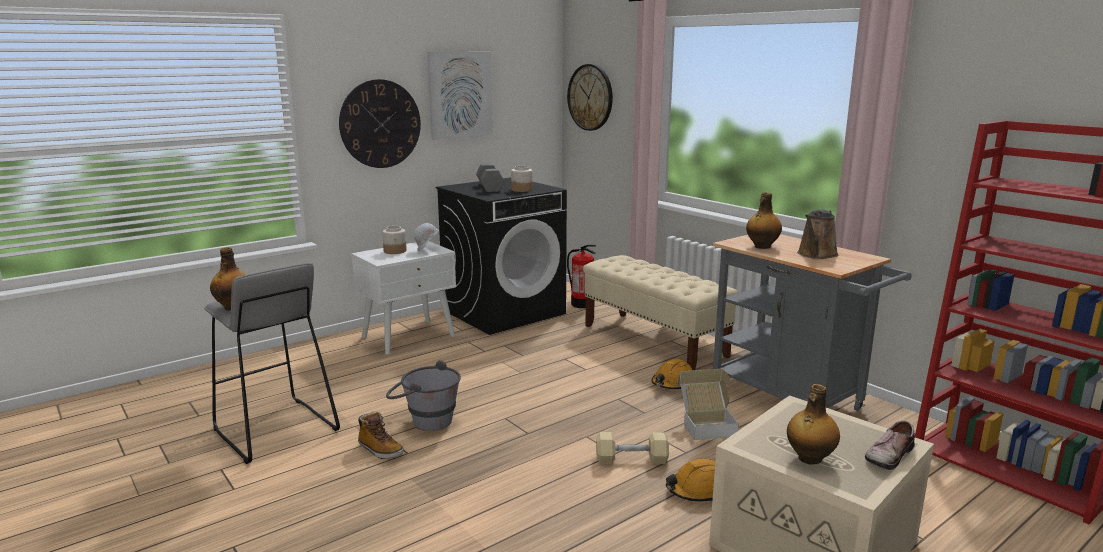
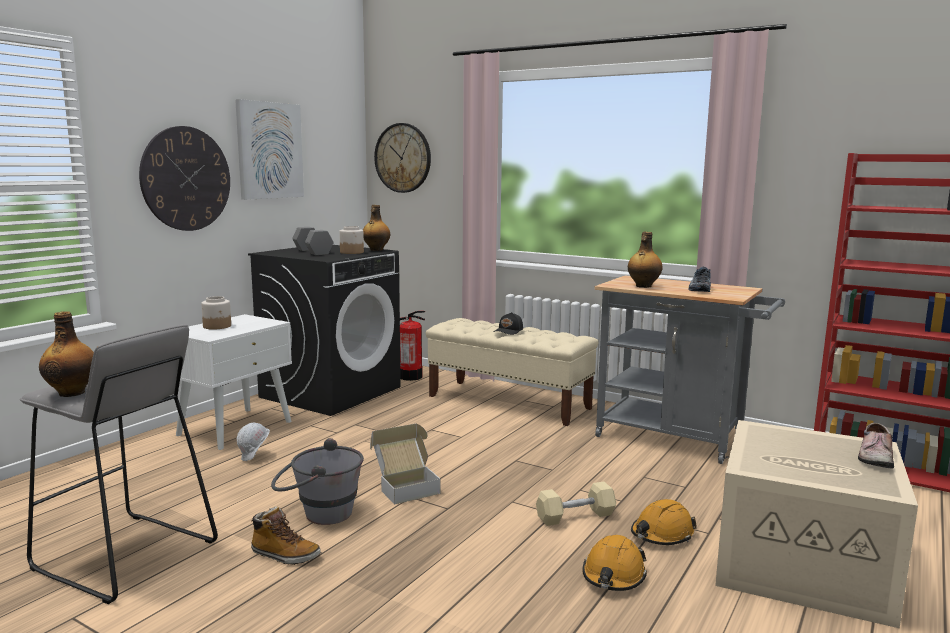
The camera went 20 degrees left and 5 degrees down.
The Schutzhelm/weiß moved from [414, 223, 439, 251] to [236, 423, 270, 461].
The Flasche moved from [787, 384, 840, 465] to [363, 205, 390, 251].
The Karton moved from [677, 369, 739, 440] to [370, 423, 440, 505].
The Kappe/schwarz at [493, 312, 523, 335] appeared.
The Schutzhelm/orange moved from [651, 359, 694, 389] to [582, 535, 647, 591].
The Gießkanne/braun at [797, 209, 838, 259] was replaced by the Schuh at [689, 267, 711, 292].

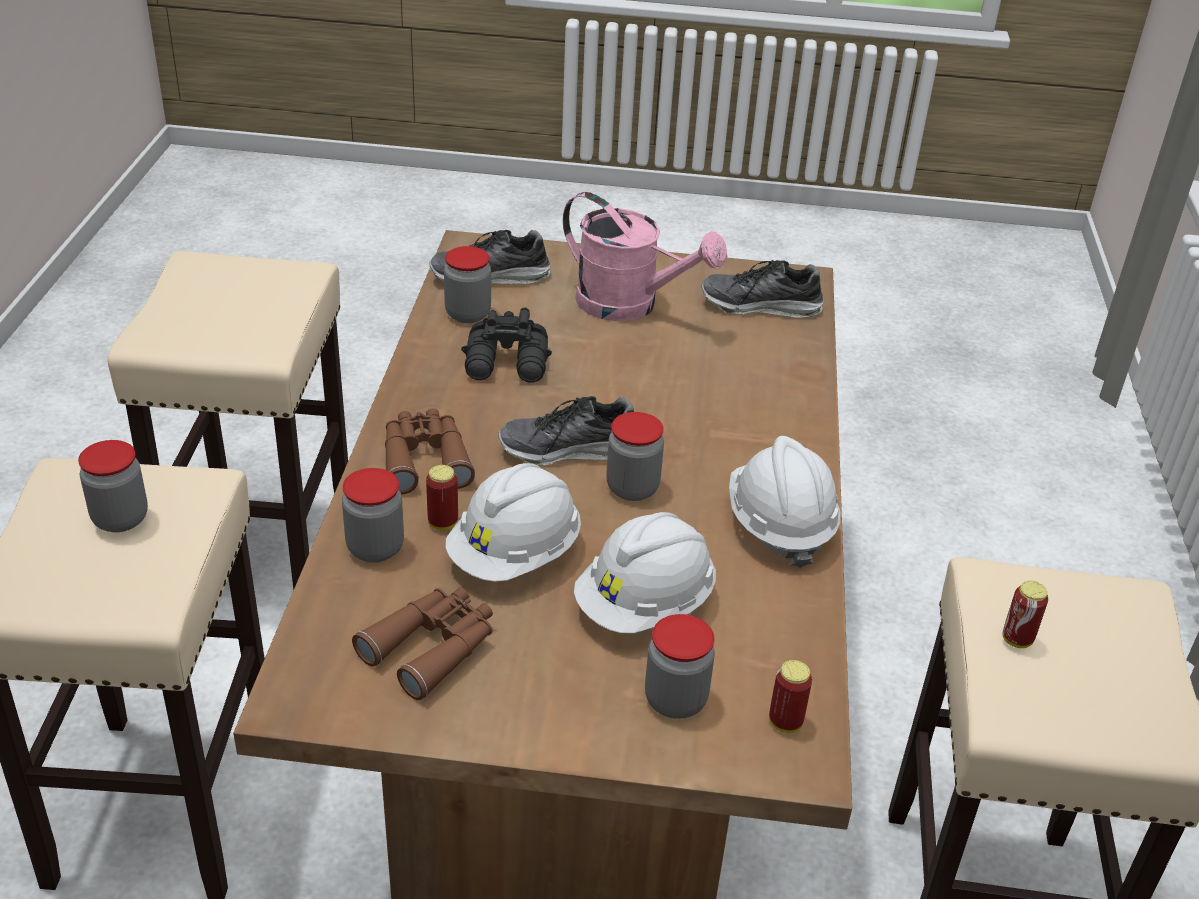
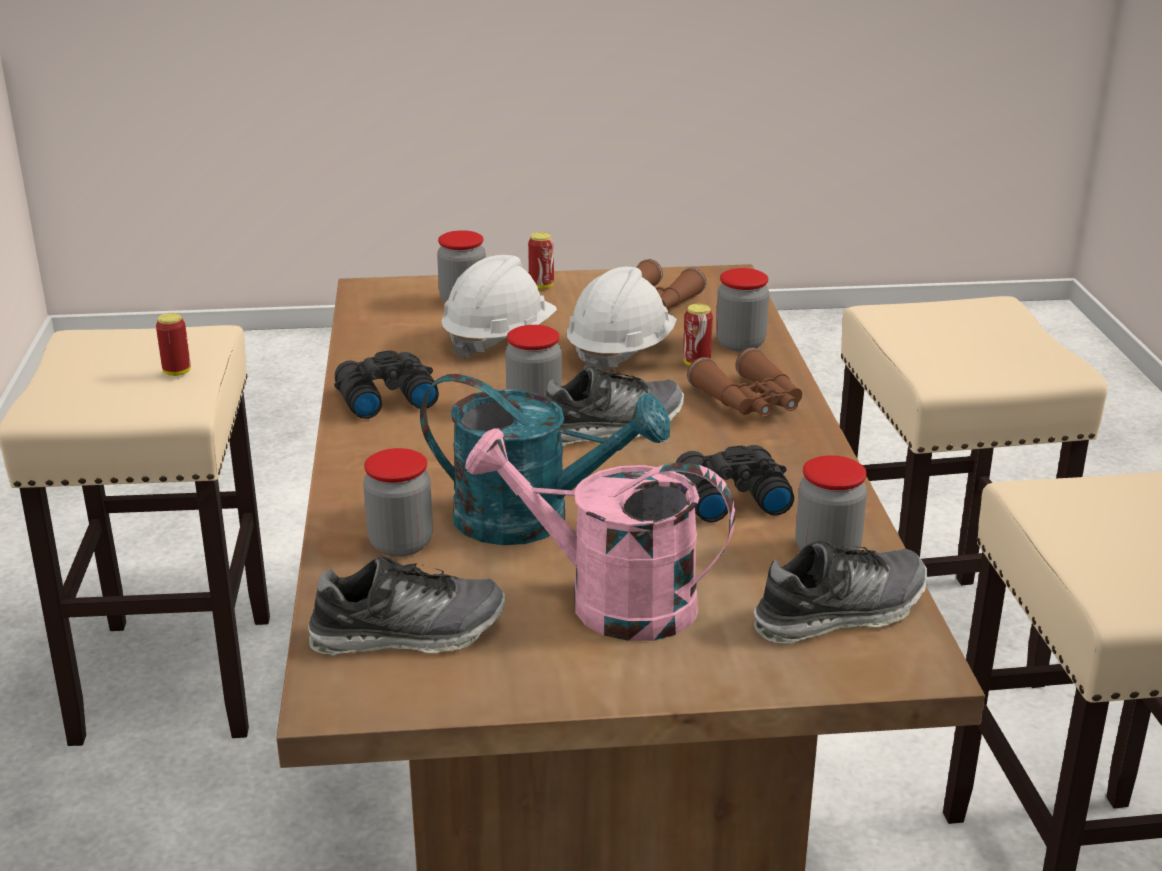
The camera went 170 degrees right and 10 degrees down.
The Schutzhelm/weiß at [729, 436, 840, 568] was replaced by the Fernglas/schwarz at [334, 350, 439, 419].
The Vorratsglas moved from [78, 440, 148, 532] to [363, 448, 433, 557].
The Gießkanne/türkis at [420, 374, 670, 545] appeared.
The Dose moved from [769, 660, 812, 733] to [528, 232, 554, 289].

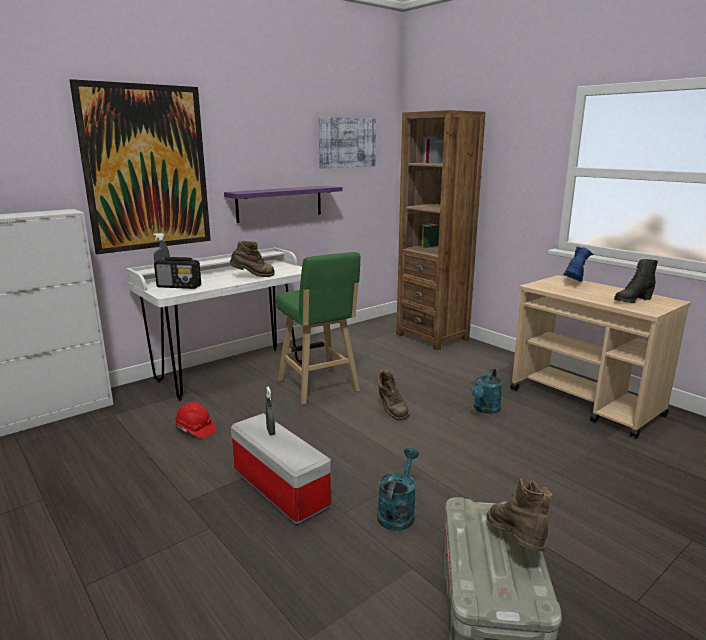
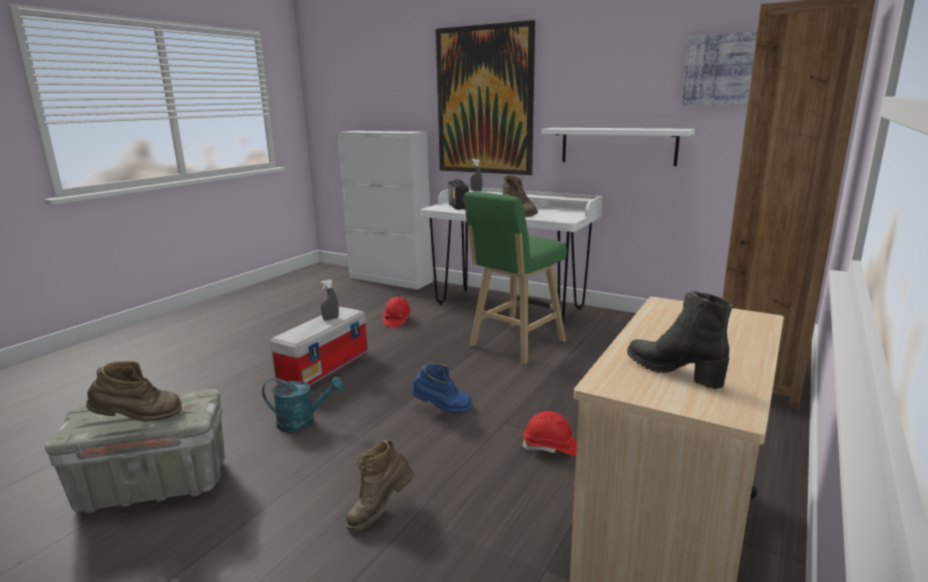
The camera went 70 degrees right and 0 degrees up.
The Stiefel/braun moved from [377, 370, 410, 420] to [346, 440, 414, 531].
The Stiefel/blau moved from [563, 246, 594, 282] to [411, 363, 472, 413].
The Gießkanne/türkis at [471, 369, 502, 414] was replaced by the Schutzhelm/rot at [522, 411, 577, 456].
The Wandregal/lila at [224, 185, 343, 223] became the Wandregal/weiß at [541, 128, 695, 166].

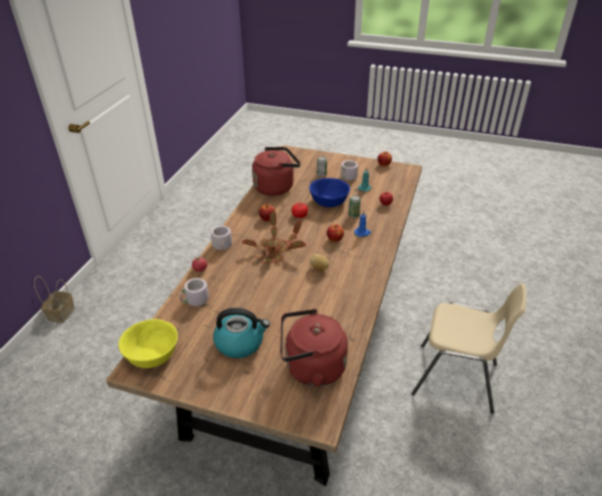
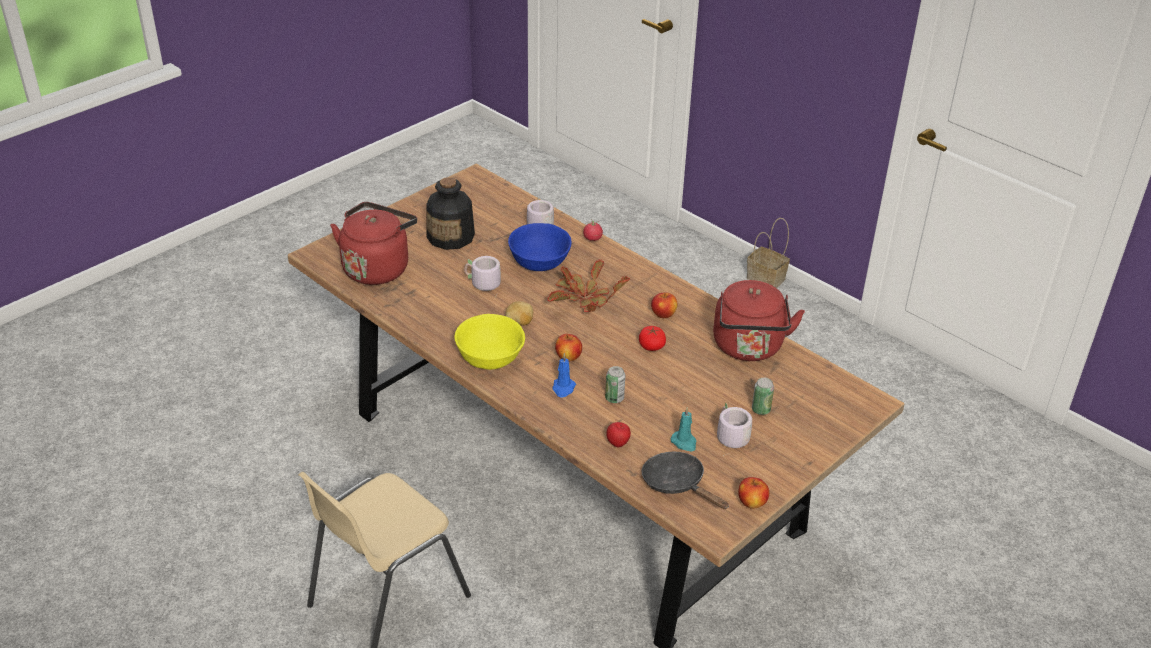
The camera went 115 degrees right and 0 degrees up.
The Wasserkessel at [213, 308, 270, 358] was replaced by the Flasche at [427, 177, 475, 250].
The Schüssel/gelb moved from [119, 319, 178, 368] to [454, 314, 525, 370].
The Henkelbecher/grau moved from [211, 226, 234, 250] to [464, 256, 501, 291].
The Schüssel/blau moved from [309, 178, 350, 207] to [508, 223, 571, 271].
The Pfanne/schwarz at [642, 452, 729, 509] appeared.

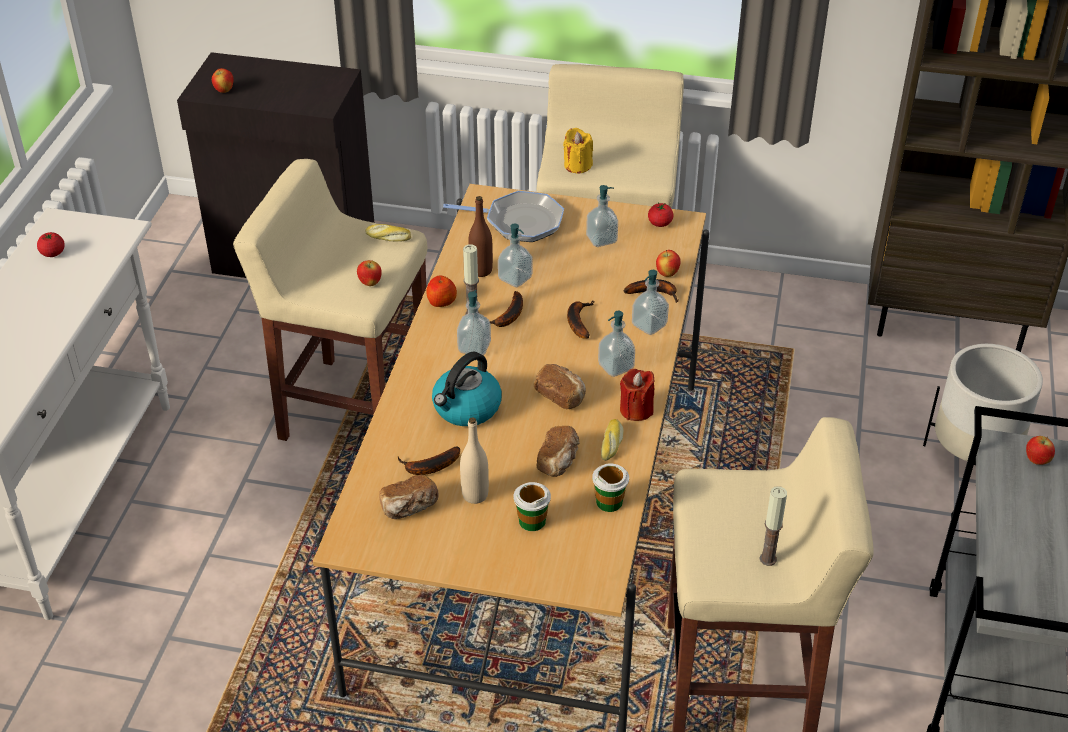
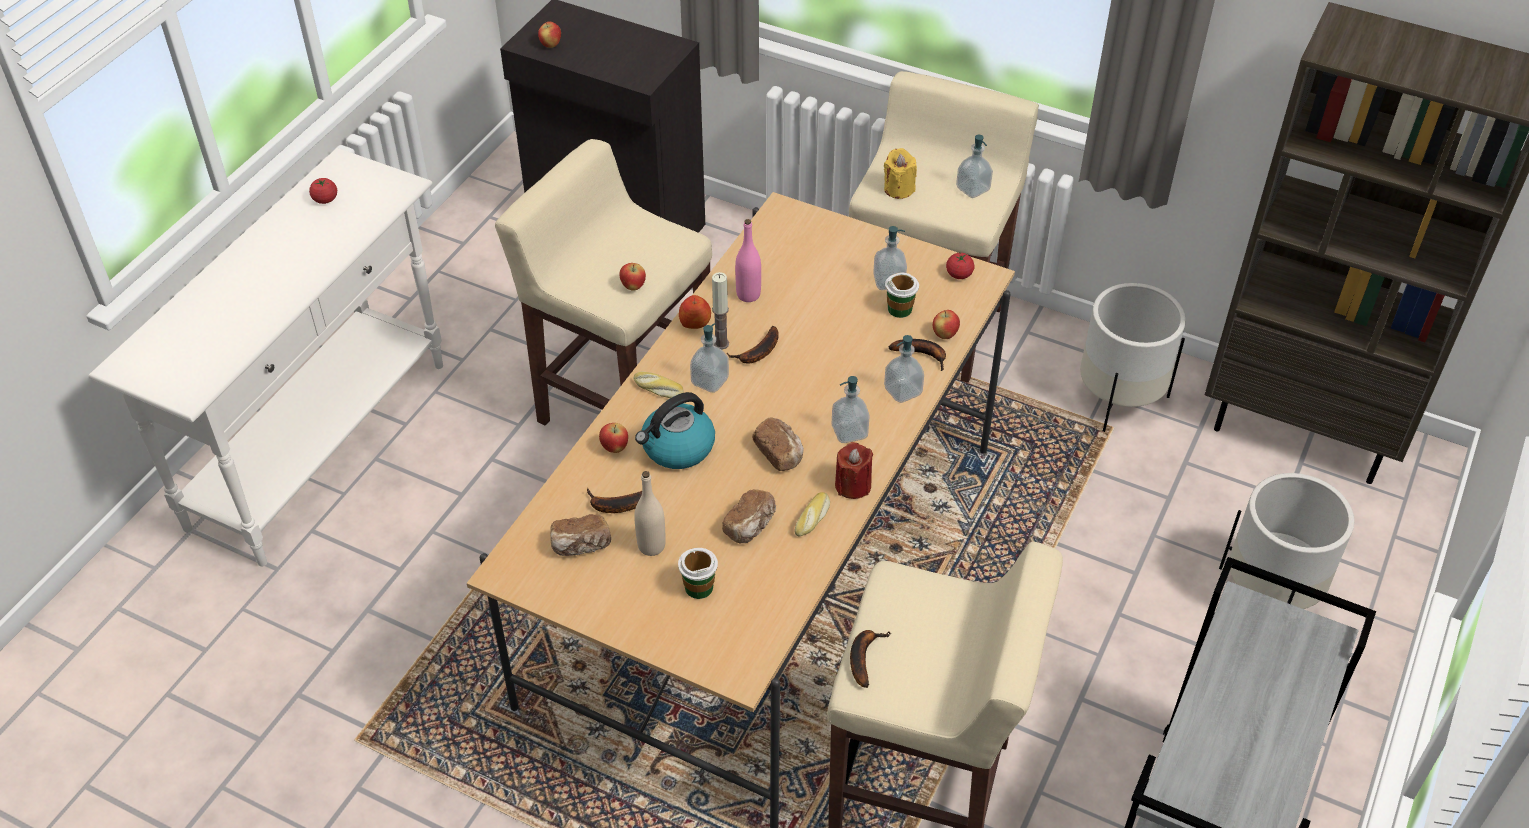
The camera went 15 degrees right and 5 degrees up.
The Apfel moved from [1026, 436, 1055, 465] to [599, 423, 628, 453].
The Brot moved from [365, 224, 411, 242] to [633, 371, 684, 398].
The Flasche/braun at [468, 196, 493, 277] became the Flasche/rosa at [735, 219, 761, 302].
The Banane moved from [567, 300, 594, 339] to [850, 630, 891, 688].
The Tasse moved from [592, 463, 629, 512] to [885, 273, 919, 318].
The Seifenspender moved from [498, 224, 533, 287] to [956, 135, 993, 198].
The Pflanzkübel/weiß at [1080, 283, 1186, 432] appeared.
The Pfanne at [443, 191, 564, 242] disappeared.
The Kerze at [759, 486, 787, 566] disappeared.

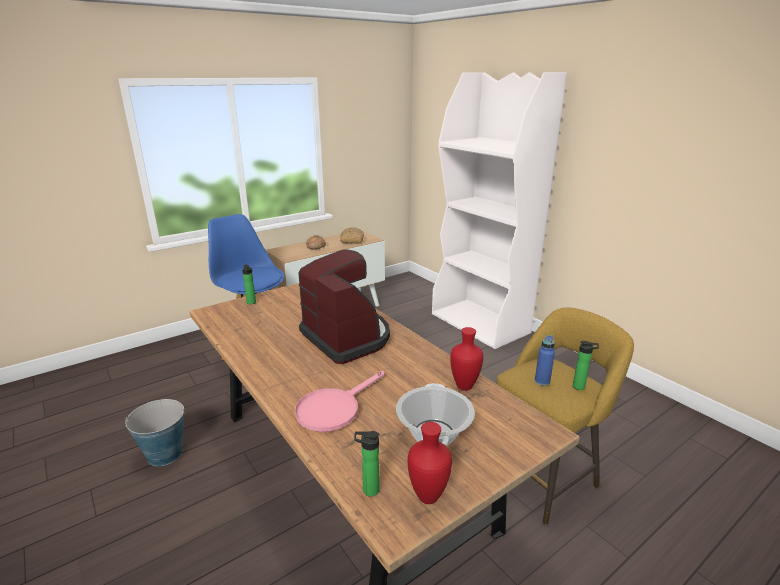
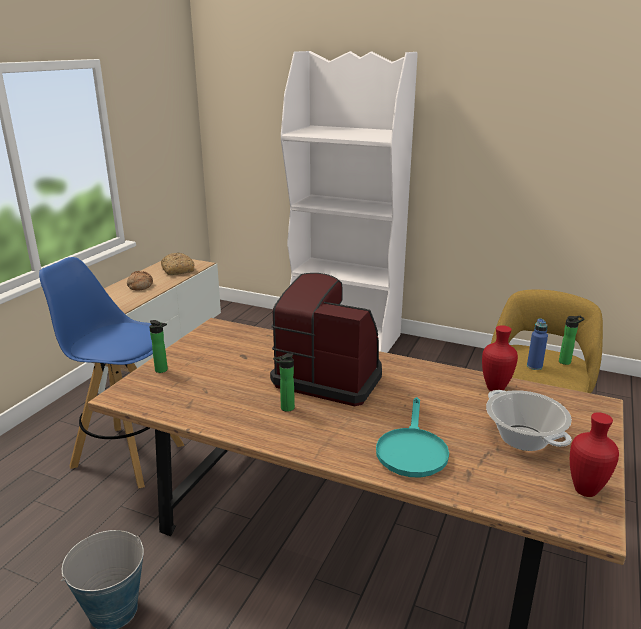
The camera went 30 degrees left and 0 degrees up.
The Flasche moved from [354, 431, 380, 496] to [273, 353, 295, 412].
The Pfanne/rosa at [295, 371, 384, 432] became the Pfanne/türkis at [376, 397, 449, 477].

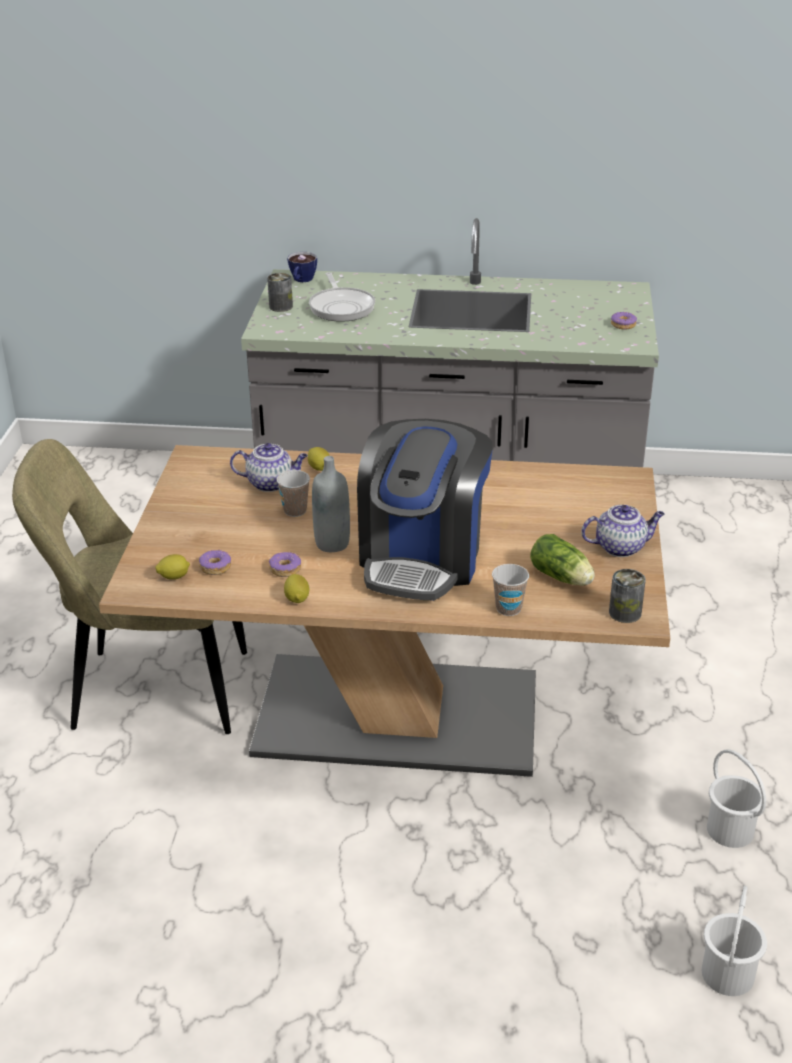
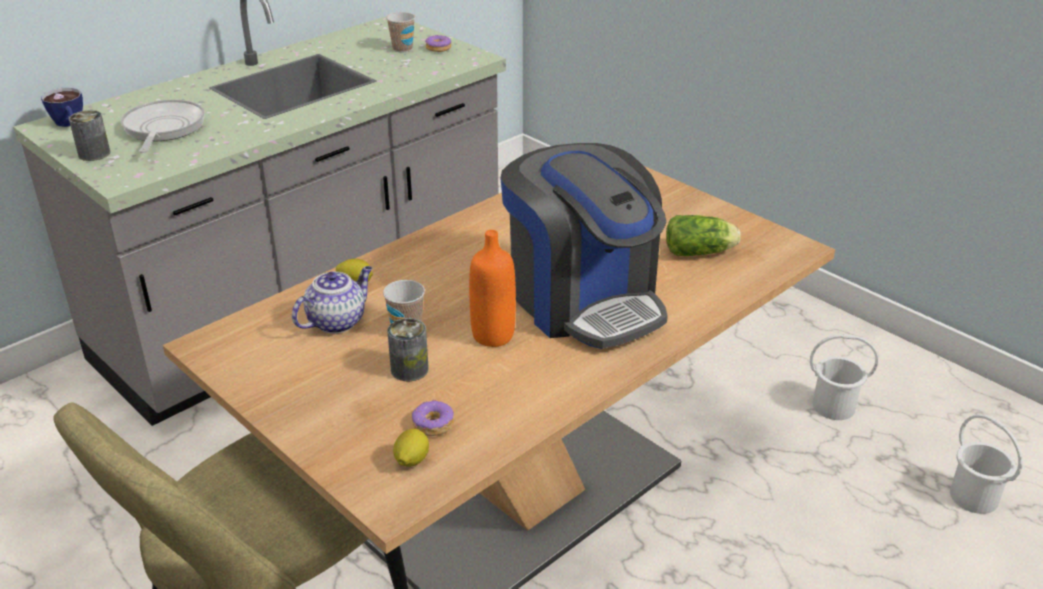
The camera went 50 degrees left and 0 degrees up.
The Pfanne at [309, 272, 375, 322] turned 120 degrees counterclockwise.
The Tasse moved from [492, 564, 529, 616] to [386, 12, 415, 53].
The Dose moved from [609, 569, 646, 623] to [387, 318, 429, 381].
The Flasche/grau at [312, 456, 350, 552] became the Flasche/orange at [469, 230, 516, 347].
The Donut at [269, 551, 301, 577] disappeared.
The Zitrone at [284, 574, 309, 603] disappeared.
The Teekanne at [581, 505, 665, 557] disappeared.

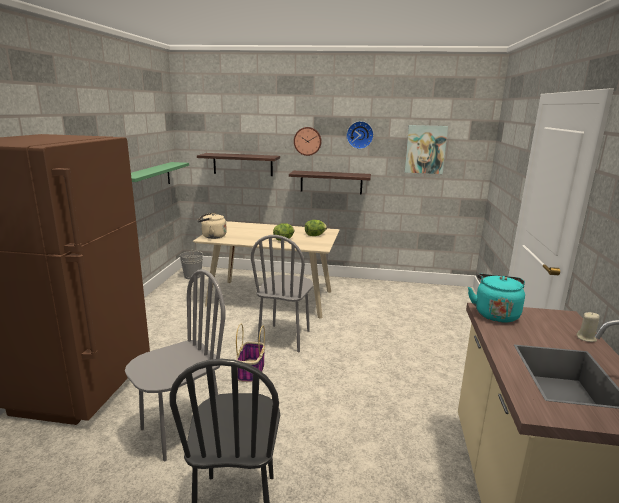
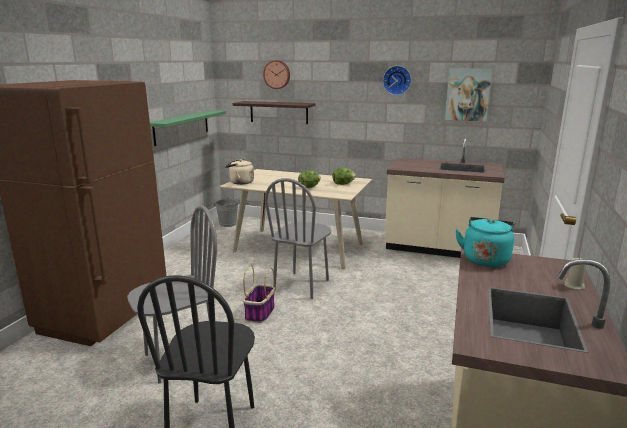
The camera went 10 degrees right and 0 degrees up.
The Wanduhr moved from [294, 127, 322, 156] to [263, 60, 290, 89].
The Küchenzeile/beige at [385, 136, 505, 258] appeared.
The Wandregal at [289, 171, 371, 195] disappeared.

